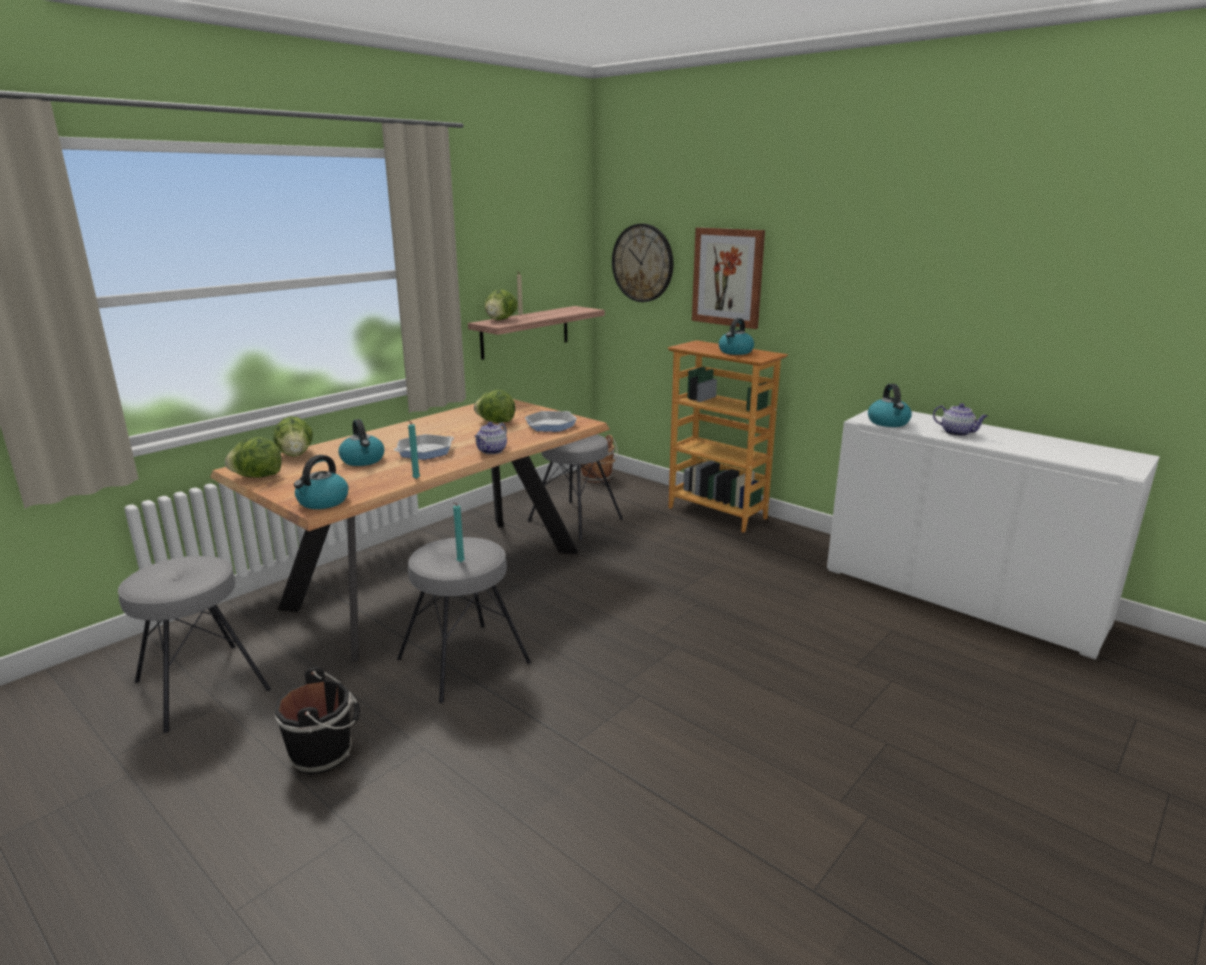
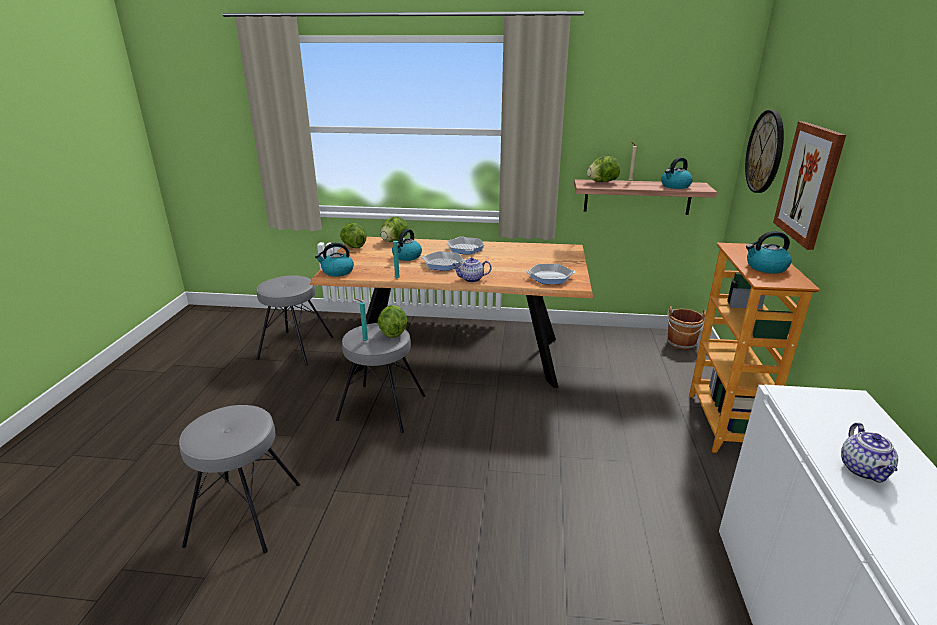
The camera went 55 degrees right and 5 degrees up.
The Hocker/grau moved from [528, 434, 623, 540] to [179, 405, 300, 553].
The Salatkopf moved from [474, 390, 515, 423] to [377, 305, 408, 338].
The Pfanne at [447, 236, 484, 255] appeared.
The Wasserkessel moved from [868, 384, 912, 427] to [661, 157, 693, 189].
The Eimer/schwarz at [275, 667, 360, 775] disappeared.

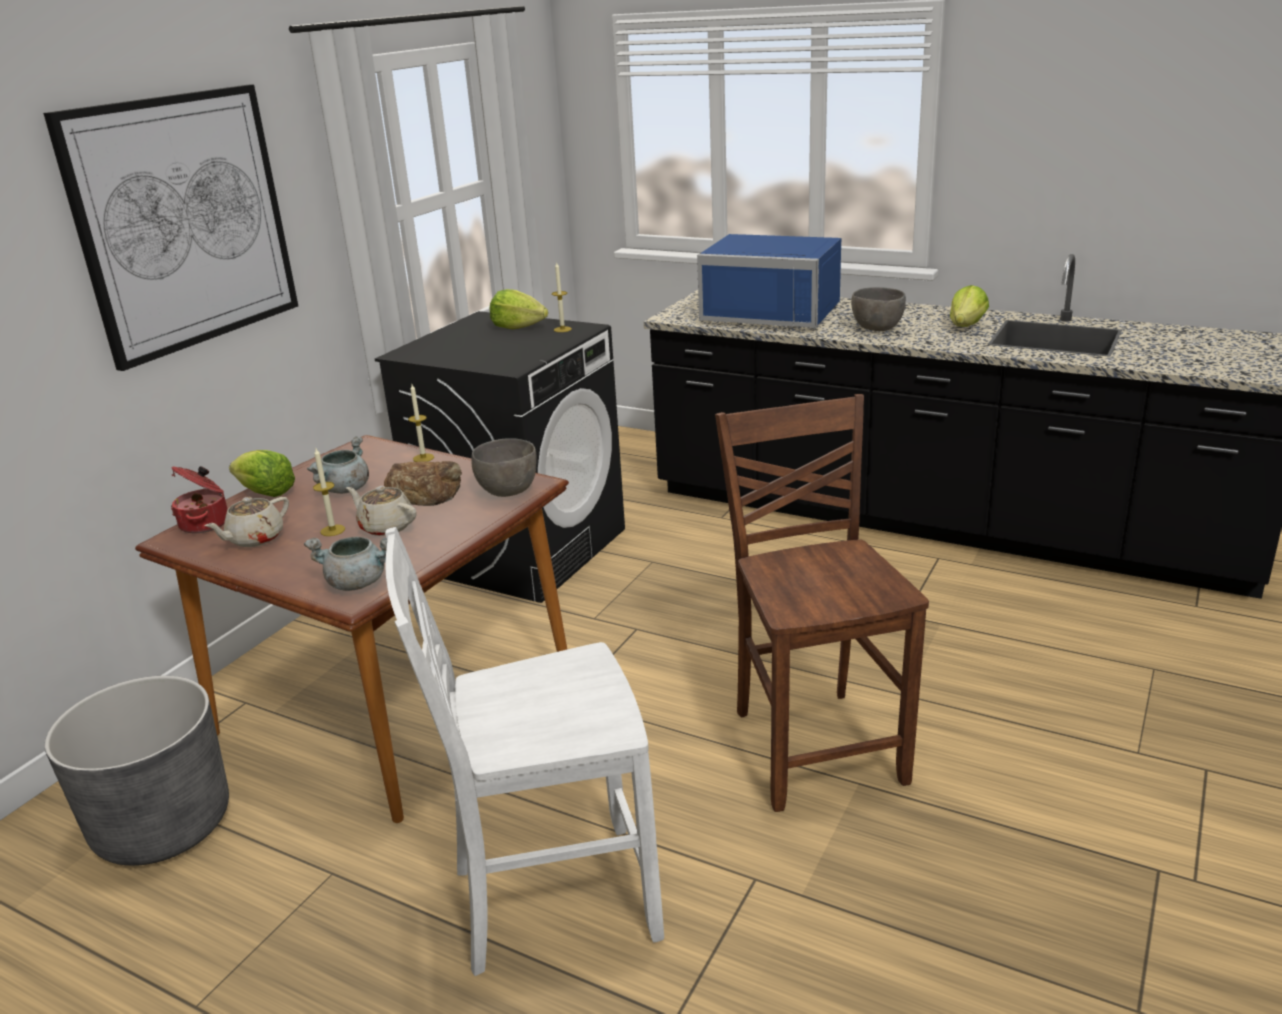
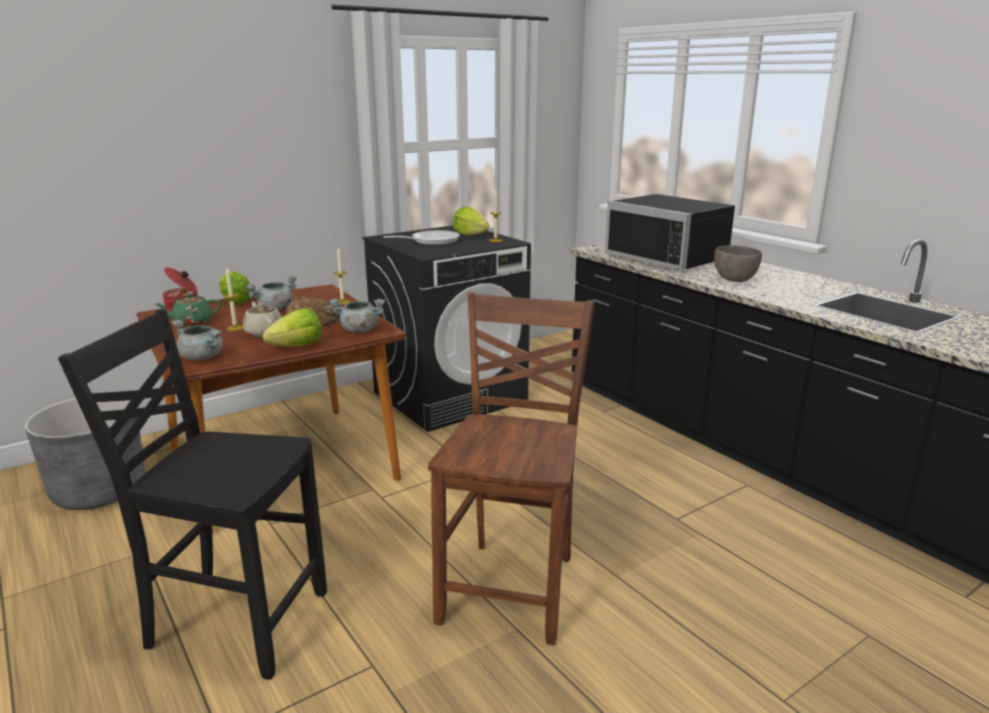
The camera went 25 degrees right and 5 degrees down.
The Stuhl/weiß at [385, 527, 664, 976] became the Stuhl/schwarz at [58, 309, 327, 680].
The Teekanne/beige at [204, 497, 289, 547] became the Teekanne/grün at [155, 293, 221, 326].
The Salatkopf moved from [950, 285, 989, 327] to [263, 308, 322, 347].
The Schüssel/grau at [471, 438, 537, 497] was replaced by the Kochtopf/grau at [329, 299, 385, 333].
The Pfanne at [383, 230, 460, 245] appeared.
The Mikrowelle/blau at [697, 234, 841, 328] became the Mikrowelle/schwarz at [605, 194, 735, 270].
The Bild at [43, 85, 298, 371] disappeared.

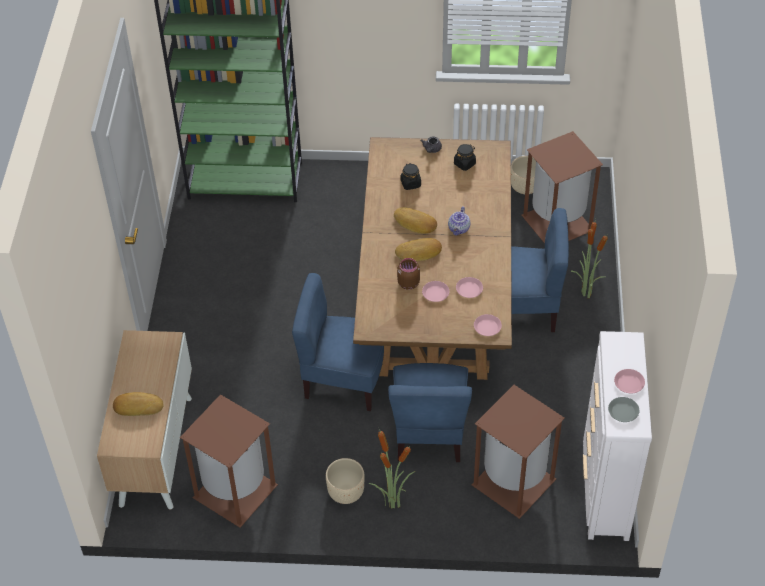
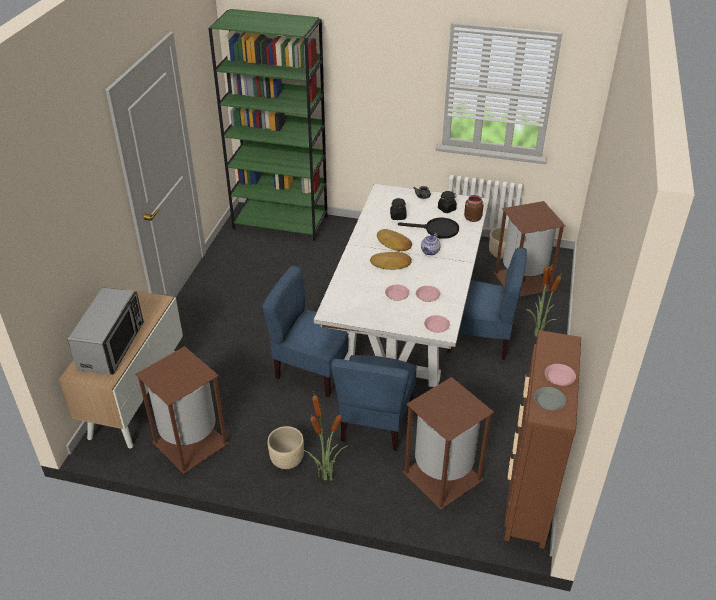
The camera went 10 degrees right and 10 degrees down.
The Brot at [113, 392, 164, 416] was replaced by the Mikrowelle at [67, 287, 144, 374].
The Esstisch/braun at [353, 137, 512, 380] became the Esstisch/weiß at [314, 184, 489, 387].
The Pfanne/schwarz at [398, 218, 459, 239] appeared.
The Vorratsglas/braun moved from [397, 258, 420, 290] to [464, 195, 484, 222].
The Kommode/weiß at [583, 331, 652, 541] became the Kommode/braun at [504, 330, 581, 549].

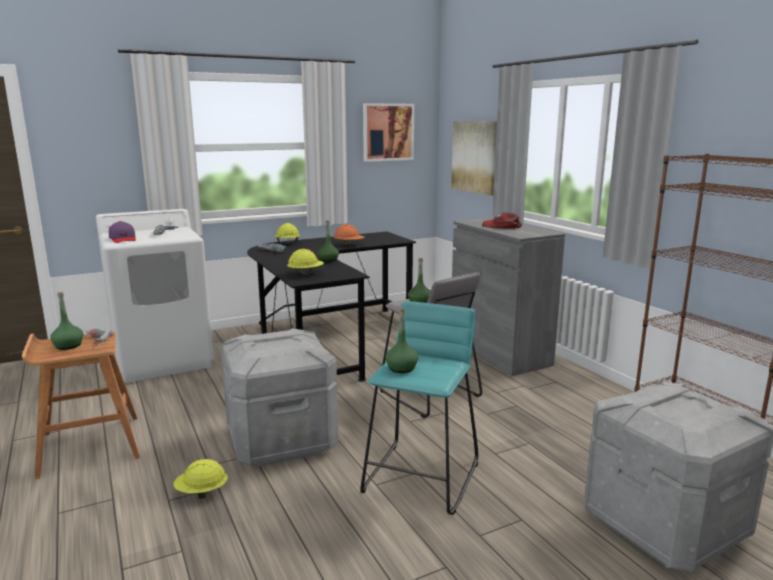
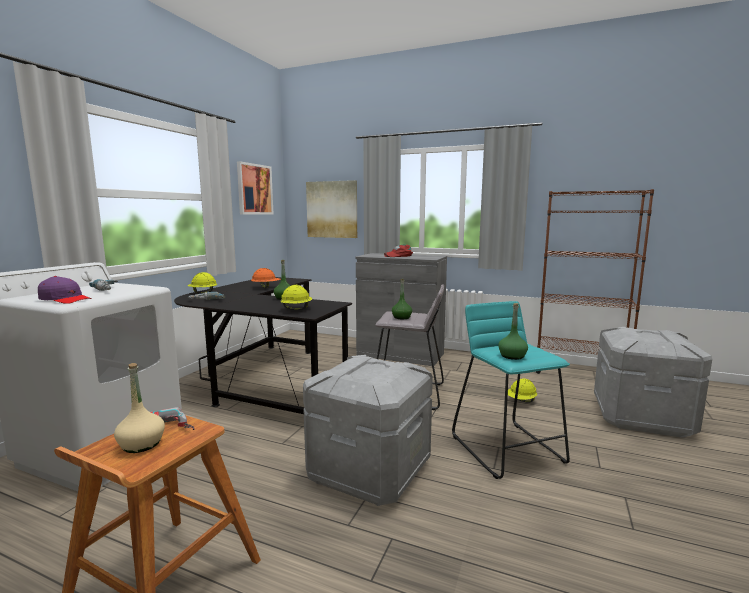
The camera went 40 degrees left and 5 degrees down.
The Flasche/grün at [50, 292, 84, 350] became the Flasche/beige at [114, 363, 165, 453].
The Schutzhelm/gelb moved from [173, 459, 228, 499] to [508, 378, 537, 402].

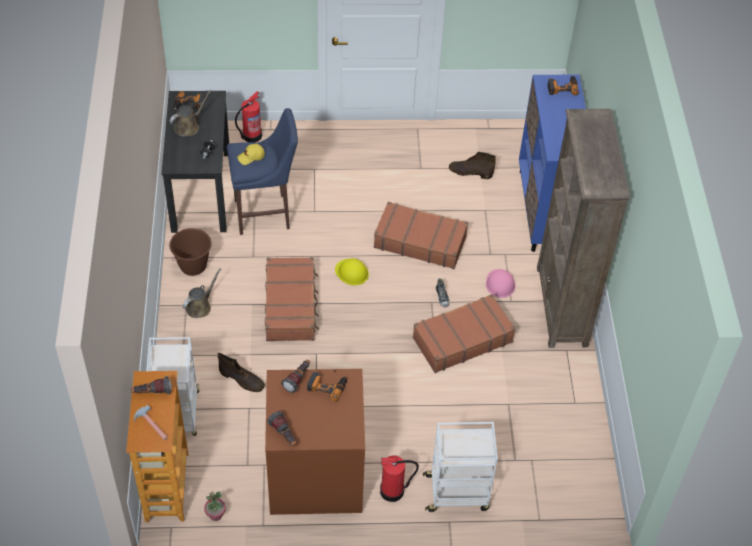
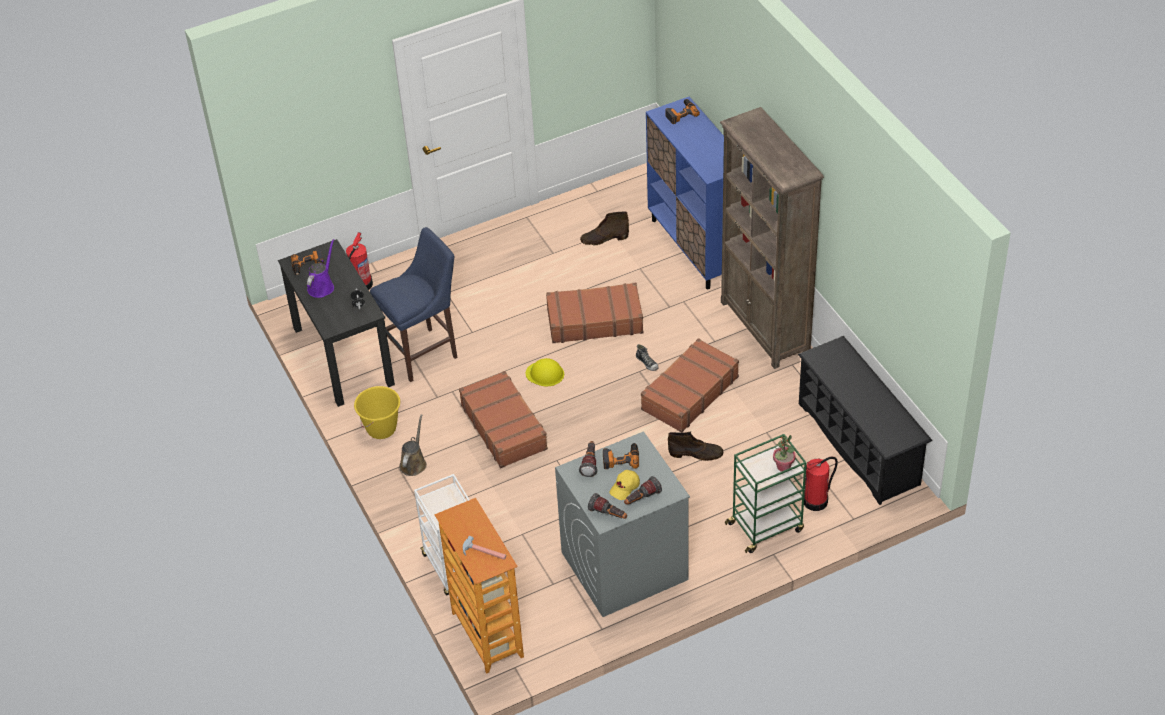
The camera went 20 degrees left and 5 degrees down.
The Gießkanne/braun at [170, 90, 212, 137] became the Gießkanne/lila at [307, 239, 334, 298].
The Eimer/braun at [169, 228, 212, 276] became the Eimer/gelb at [354, 386, 400, 439].
The Waschmaschine/braun at [265, 369, 365, 515] became the Waschmaschine/grau at [555, 431, 690, 617].
The Kappe/gelb moved from [237, 144, 265, 165] to [609, 470, 640, 500].
The Taschenlampe moved from [131, 376, 172, 394] to [624, 476, 662, 505].
The Stiefel/braun moved from [218, 353, 265, 392] to [668, 431, 723, 461].
The Rollwagen/weiß at [423, 422, 498, 512] became the Rollwagen/grün at [725, 434, 807, 553].
The Topfpflanze moved from [204, 492, 226, 521] to [773, 435, 796, 472].
The Schuhregal/schwarz at [798, 336, 932, 505] appeared.
The Feuerlöscher moved from [380, 456, 419, 502] to [804, 457, 838, 511].
The Schutzhelm/rosa at [486, 269, 516, 298] disappeared.

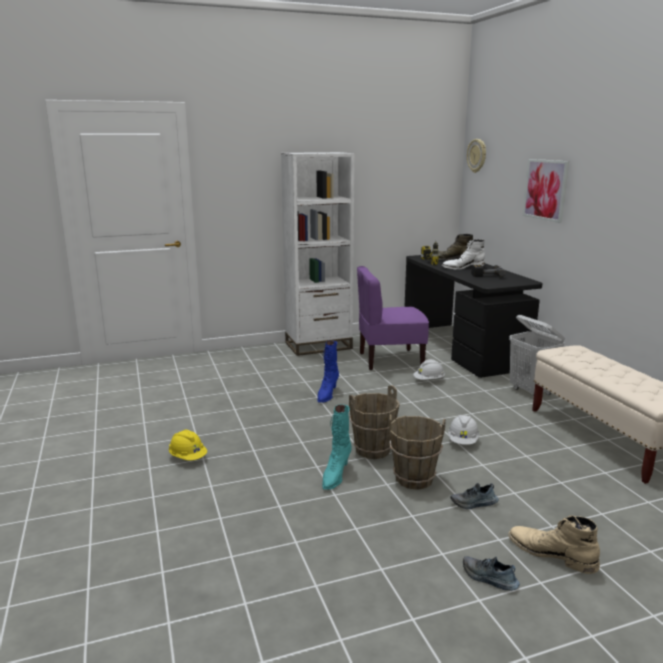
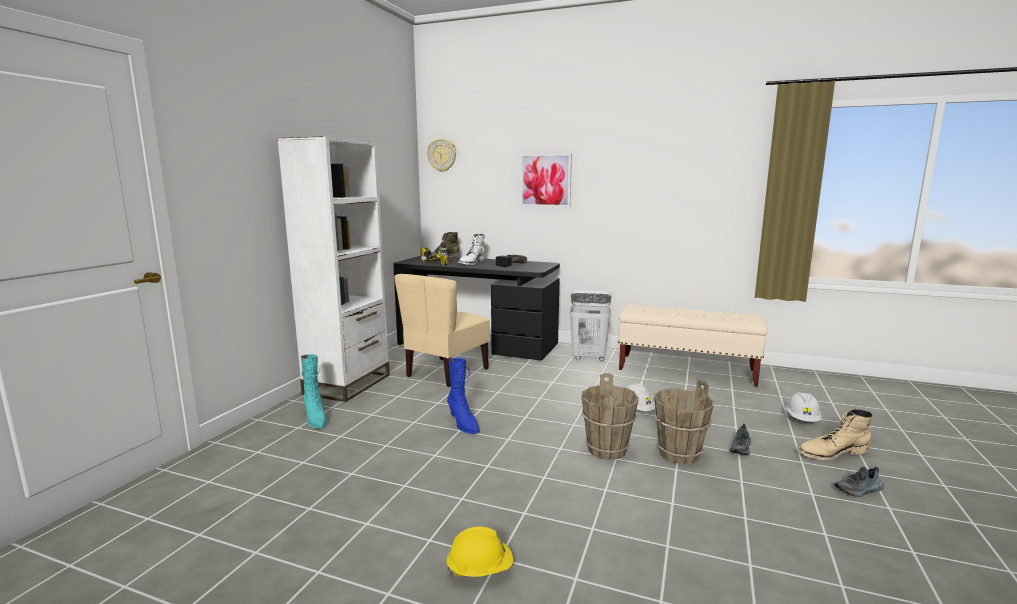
The camera went 50 degrees left and 5 degrees down.
The Stiefel/türkis moved from [322, 405, 352, 490] to [301, 354, 327, 429].
The Stuhl/lila at [357, 266, 429, 370] became the Stuhl/beige at [394, 274, 490, 387].
The Schutzhelm/weiß moved from [413, 359, 445, 380] to [785, 392, 822, 422].

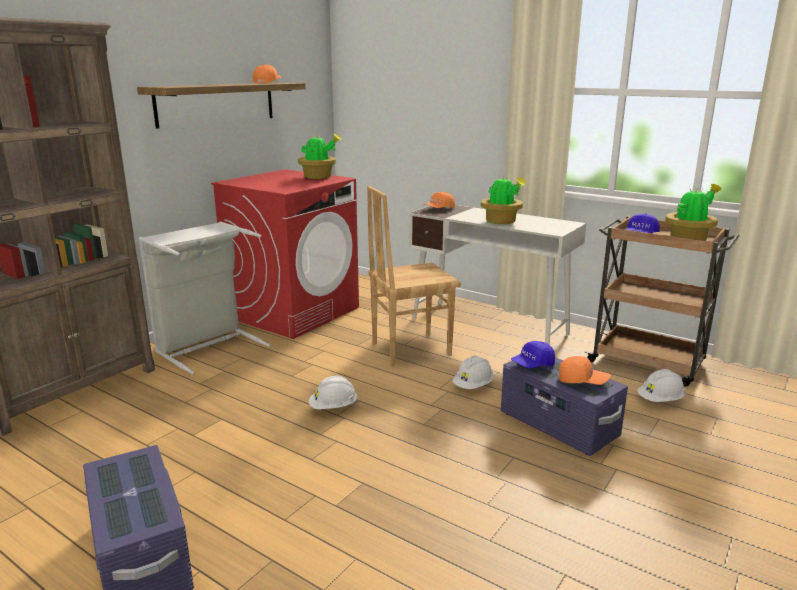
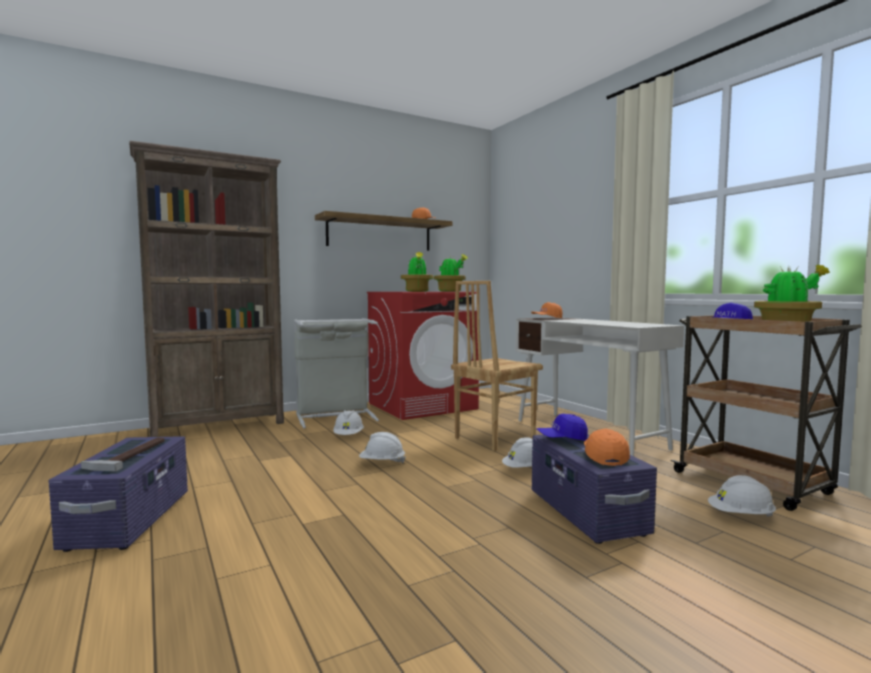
The camera went 25 degrees right and 15 degrees down.
The Hammer at [81, 438, 165, 472] appeared.
The Schutzhelm/weiß at [333, 410, 364, 435] appeared.
The Topfpflanze moved from [481, 175, 526, 224] to [401, 252, 434, 292].
The Stuhl/braun at [367, 186, 461, 366] turned 45 degrees counterclockwise.
The Kappe/orange at [558, 356, 611, 385] turned 135 degrees counterclockwise.

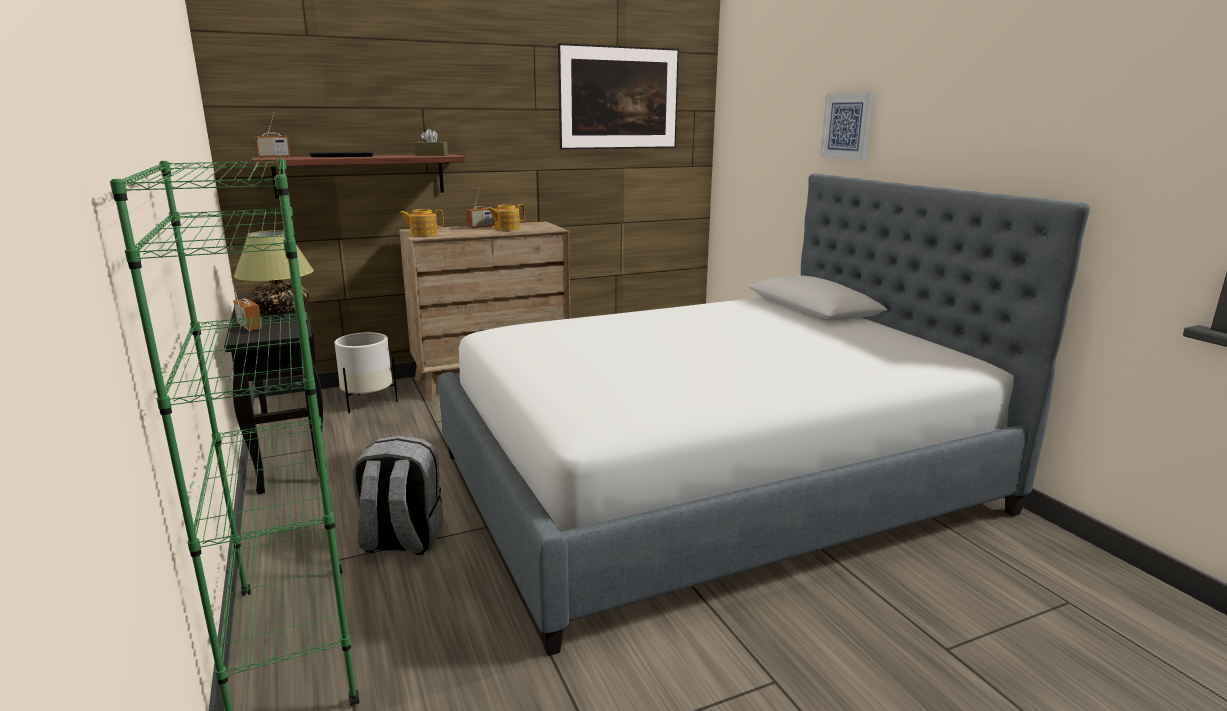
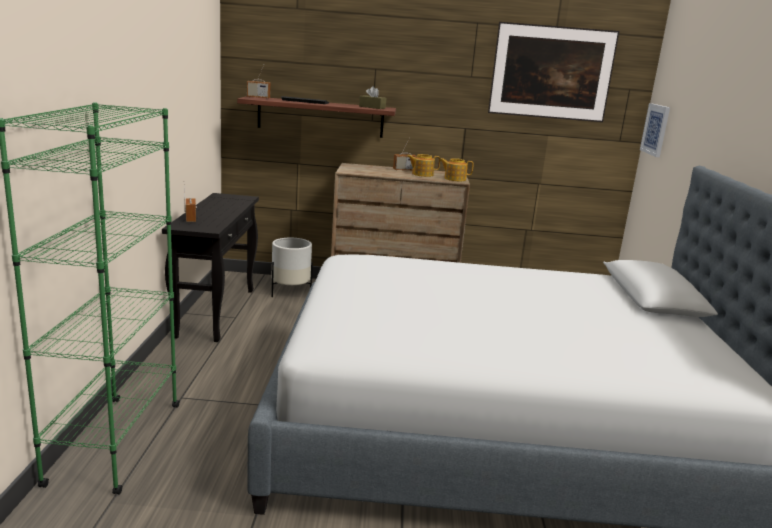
The camera went 25 degrees right and 0 degrees up.
The Teekanne moved from [400, 209, 444, 237] to [439, 158, 473, 181].
The Bild moved from [820, 92, 874, 160] to [640, 103, 670, 157].
The Tischlampe at [234, 230, 314, 314] disappeared.
The Rucksack/grau at [353, 435, 443, 555] disappeared.

